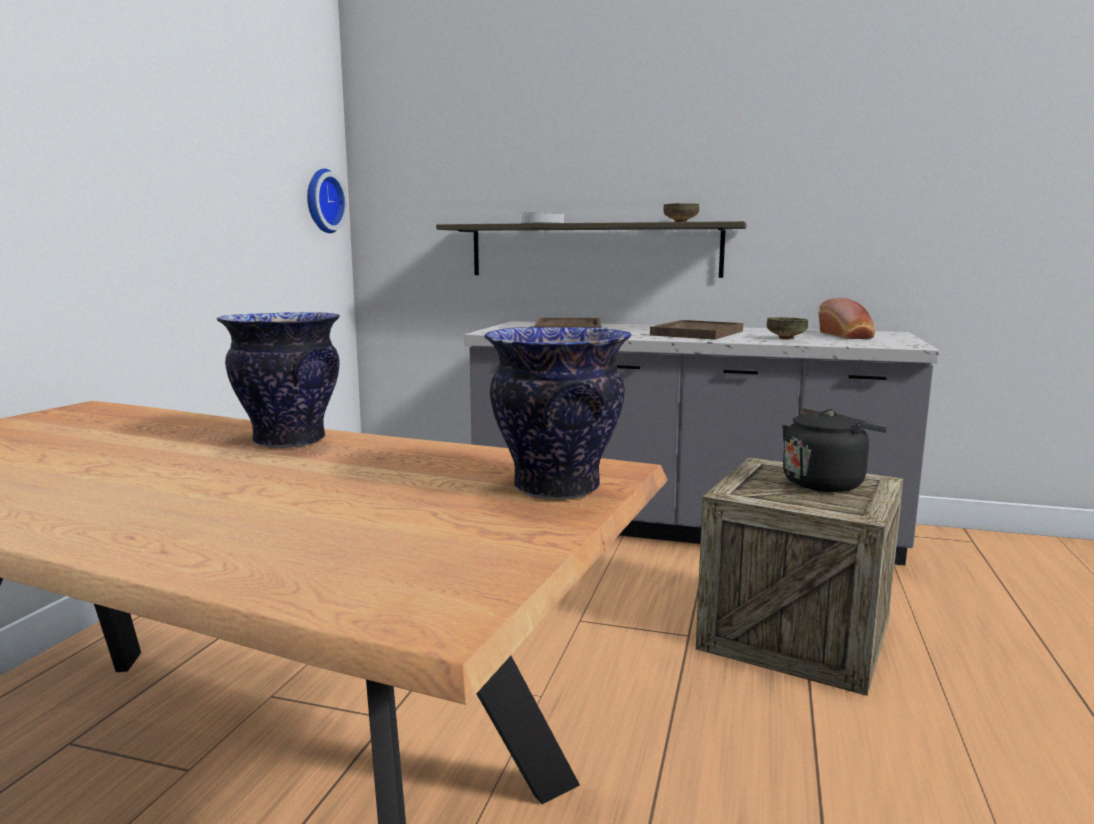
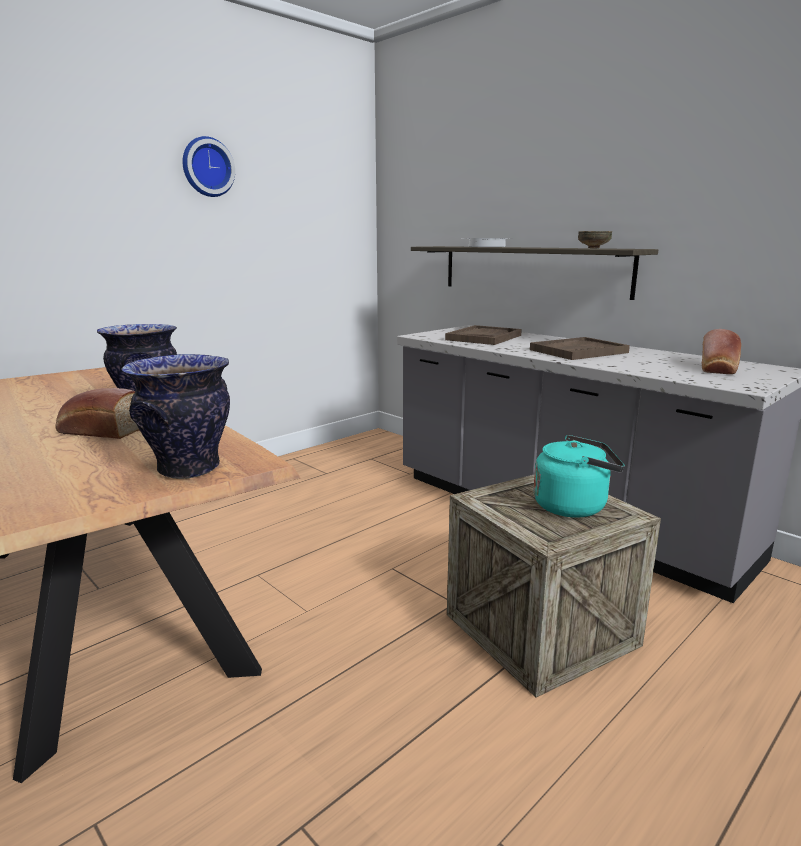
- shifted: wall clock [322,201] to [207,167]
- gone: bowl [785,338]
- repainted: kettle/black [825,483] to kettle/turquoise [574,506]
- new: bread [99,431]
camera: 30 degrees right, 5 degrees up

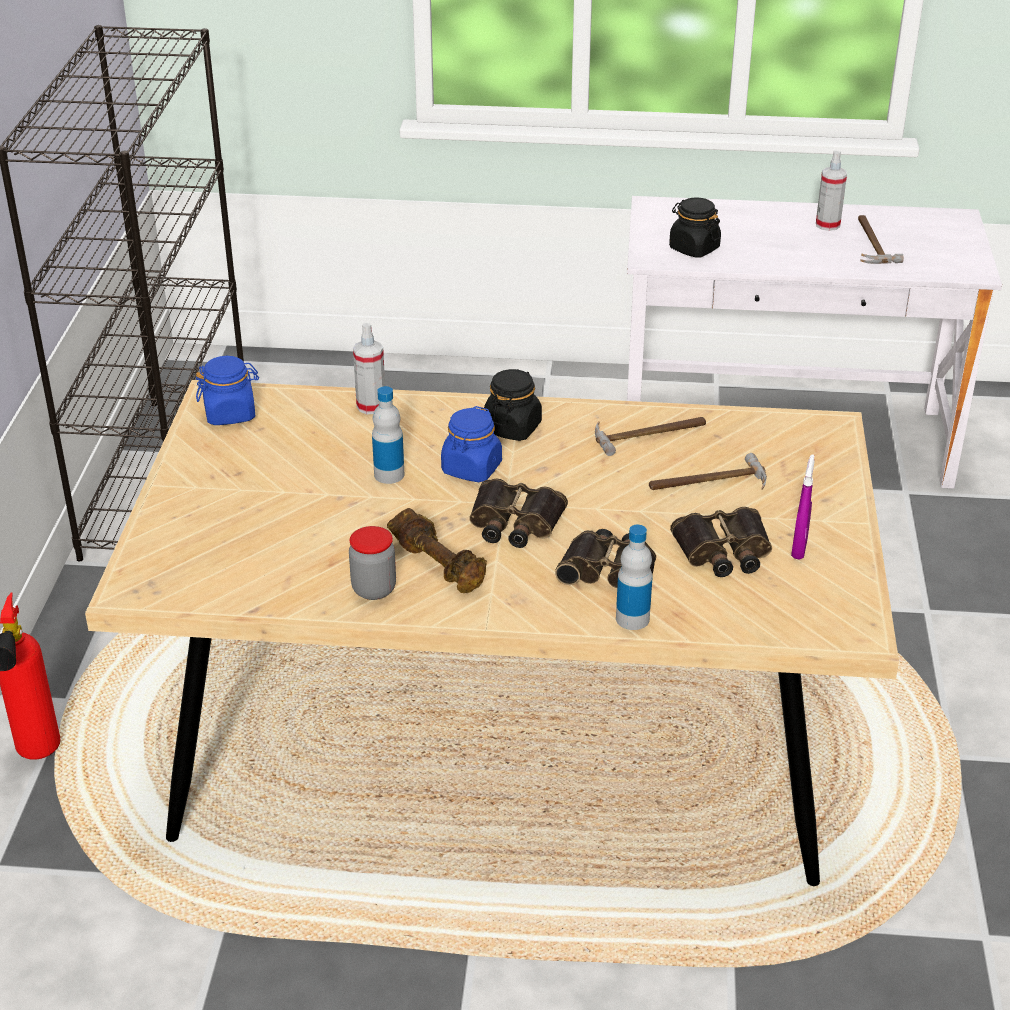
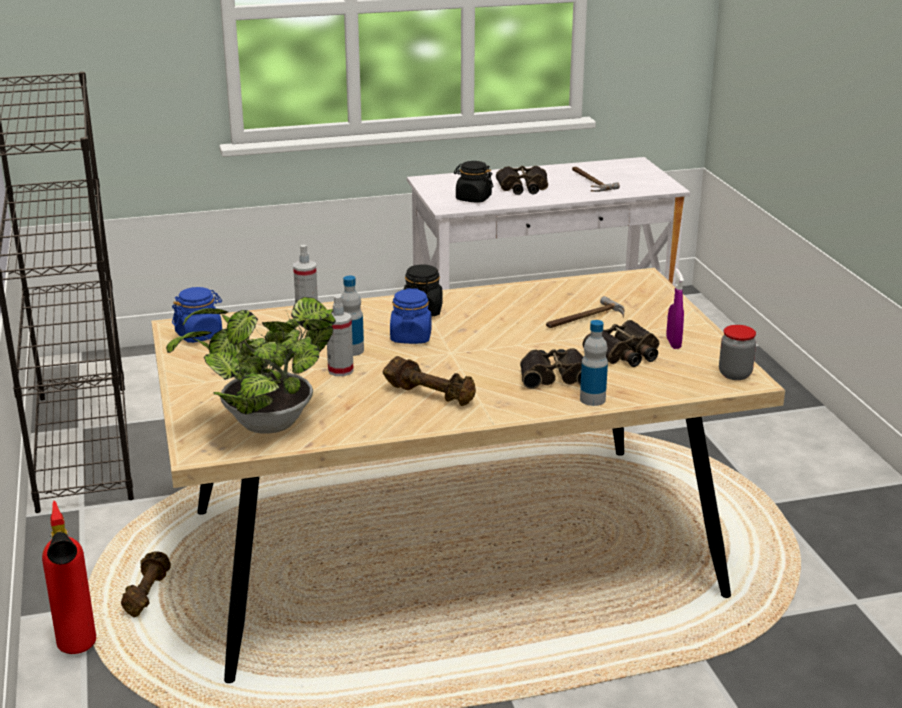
- shifted: spray bottle [827,225] to [340,370]
- gone: hammer [650,434]
- shifted: binoculars [514,523] to [522,187]
- shifted: jar [374,589] to [735,374]
- new: potted plant [262,425]
- new: dumbbell/brown [146,594]
camera: 20 degrees left, 10 degrees down

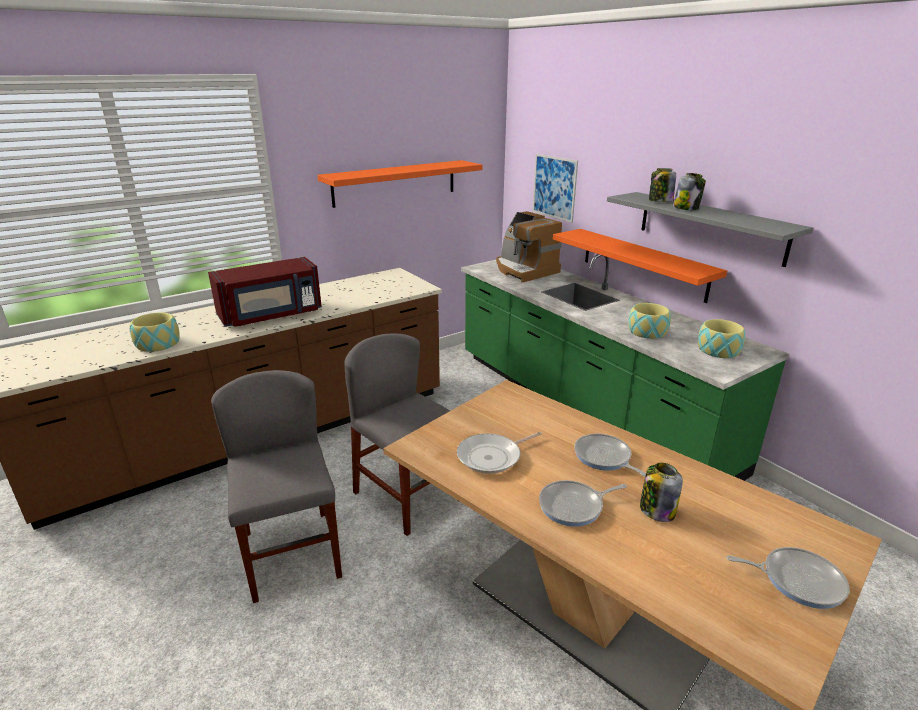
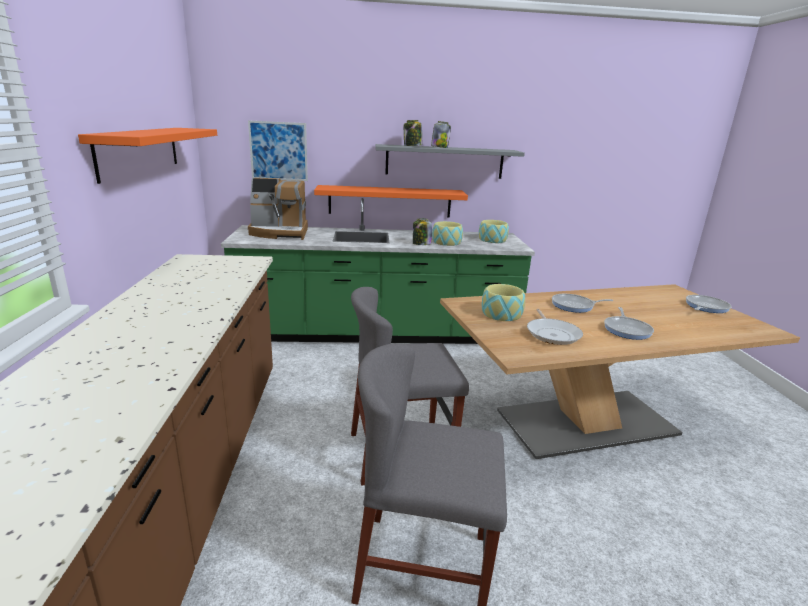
- gone: microwave/red [271,315]
- shifted: bowl [157,343] to [501,314]
- shifted: jar [656,510] to [421,244]
camera: 60 degrees left, 5 degrees down

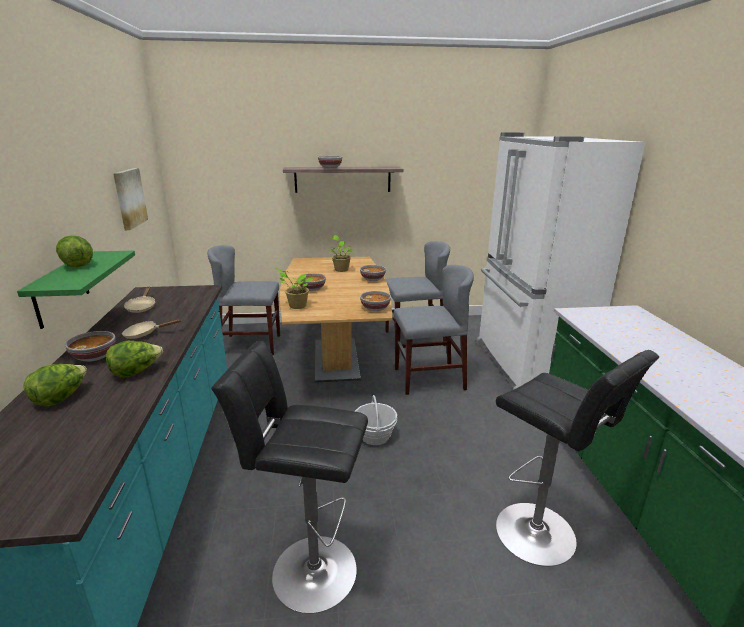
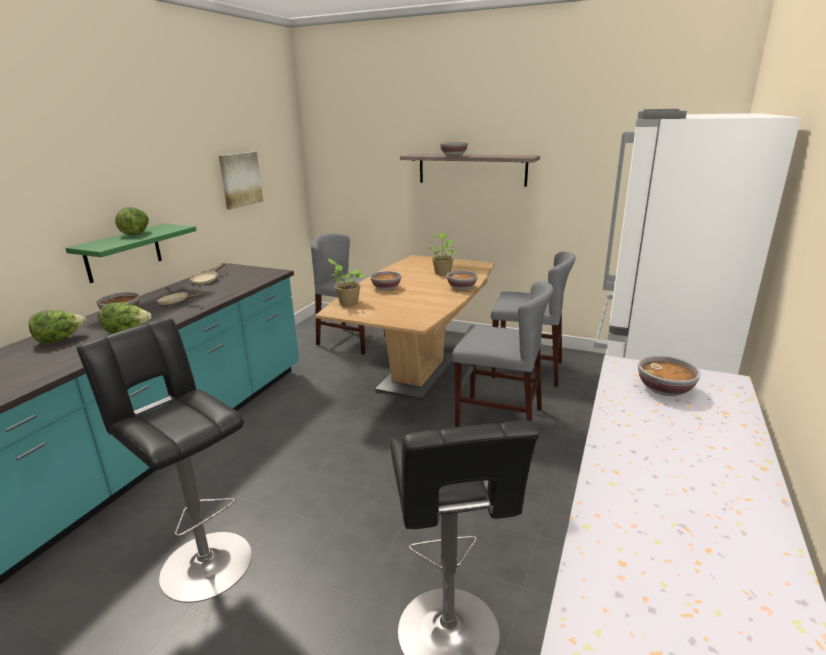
- shifted: bowl [375,308] to [665,389]
- gone: basket [375,436]
camera: 30 degrees right, 0 degrees up

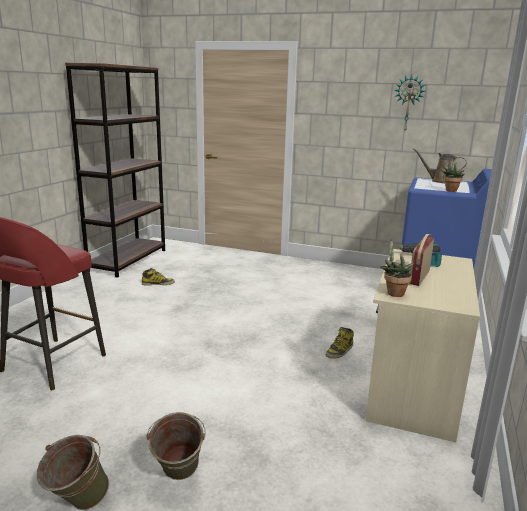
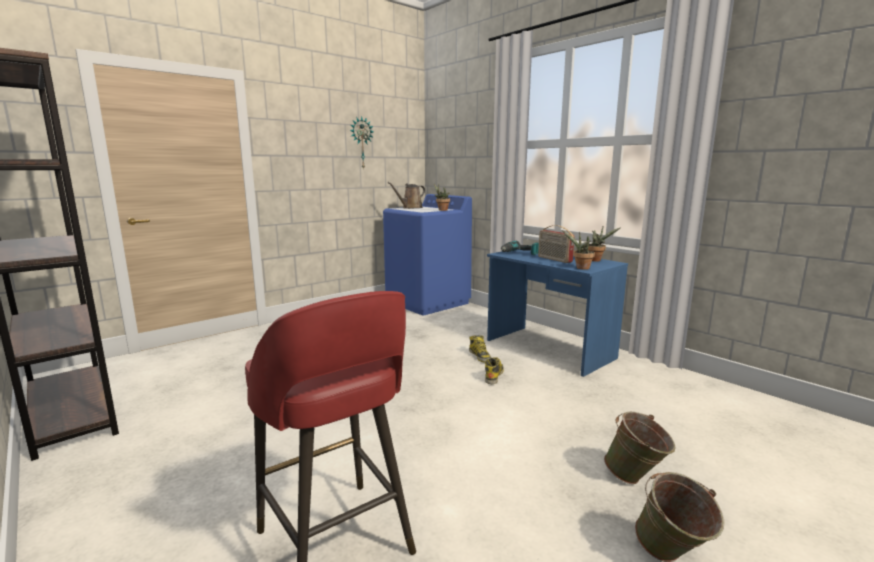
- repainted: desk/beige [412,386] to desk/blue [548,349]
- shifted: boot [158,283] to [494,375]
- new: potted plant [596,260]
camera: 60 degrees left, 5 degrees down

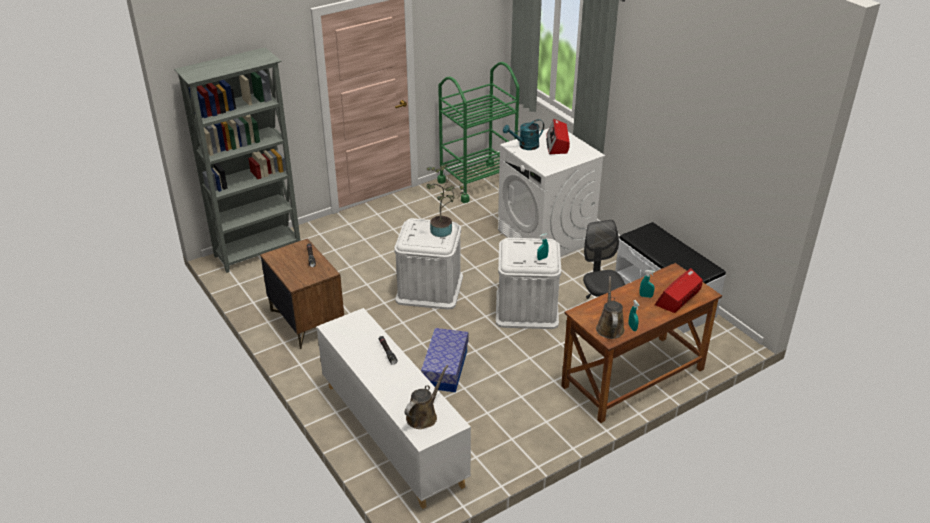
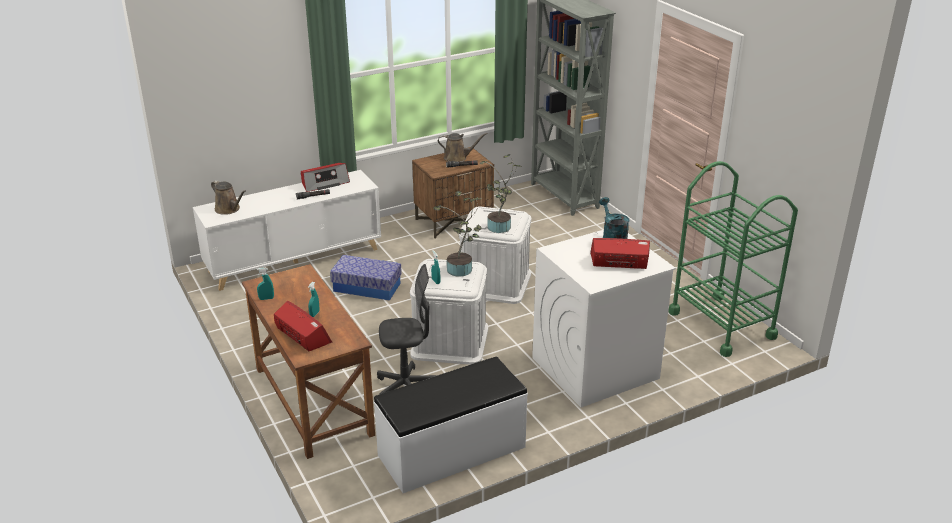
- shifted: watering can/brown [609,327] to [457,158]
- new: radio [324,183]
- new: potted plant [461,271]
camera: 95 degrees right, 5 degrees down

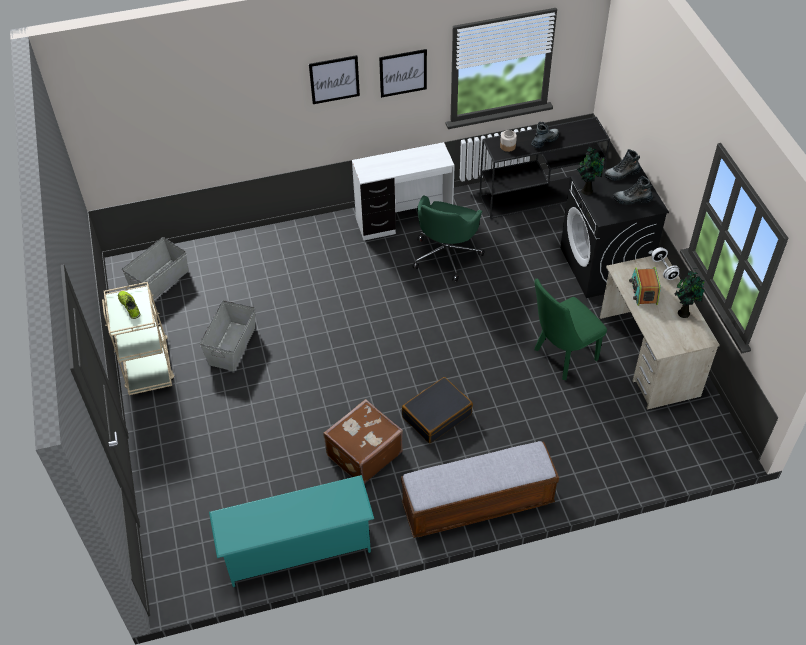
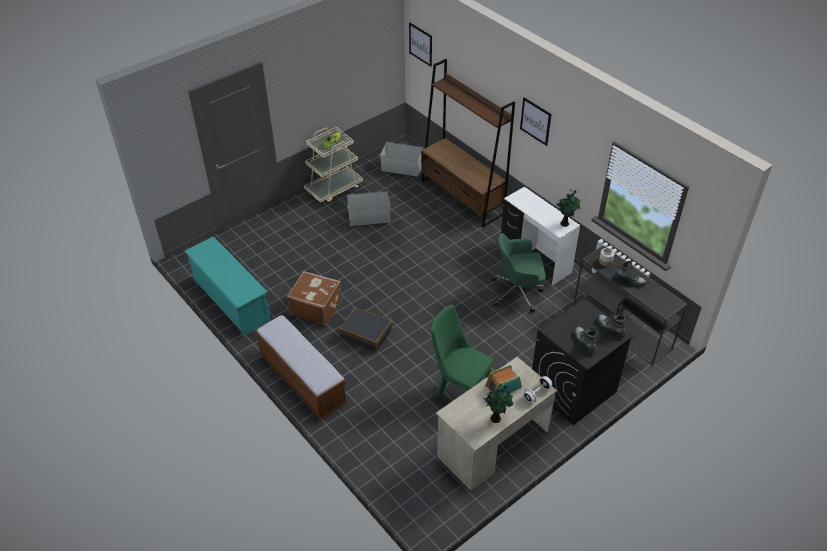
- shifted: picture [403,73] to [420,44]
- shifted: potted plant [586,190] to [565,223]
- new: bookcase/brown [462,197]
camera: 65 degrees right, 5 degrees down

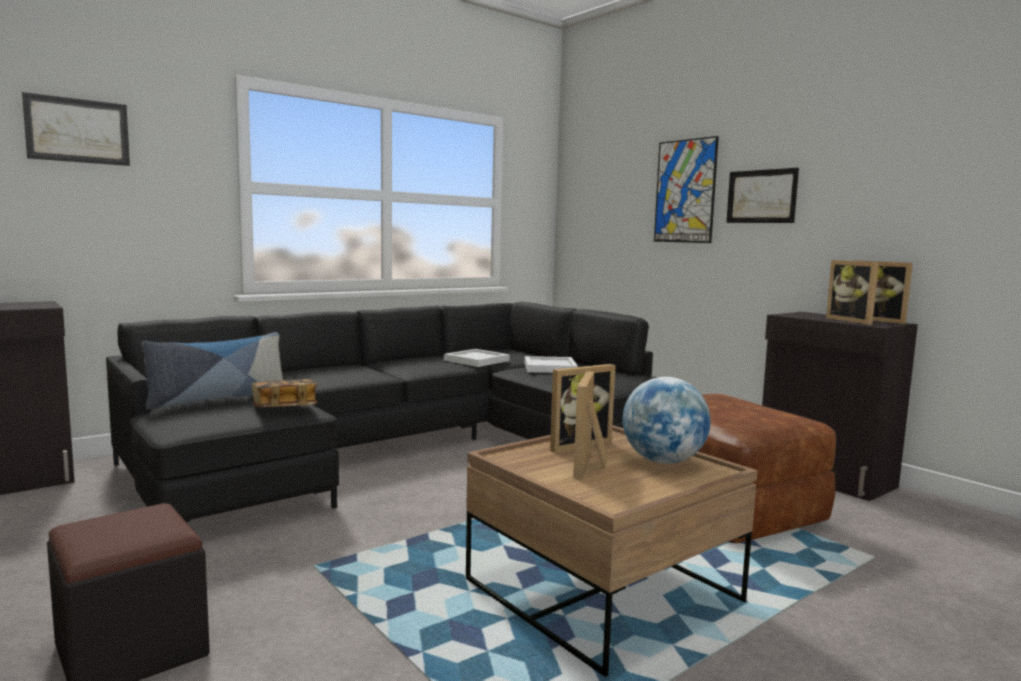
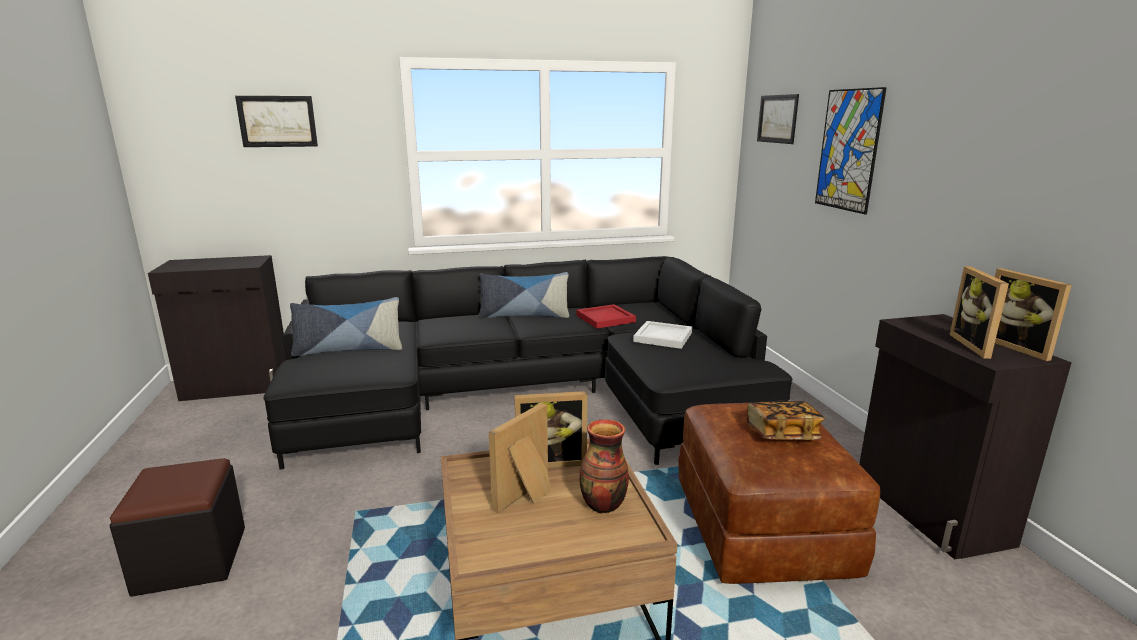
- shifted: picture [761,196] to [777,119]
- repainted: tray/white [476,360] to tray/red [605,318]
- swapped: globe [663,461] to vase [602,505]
- shifted: book [284,408] to [782,434]
- new: pillow [524,315]
camera: 25 degrees right, 10 degrees up

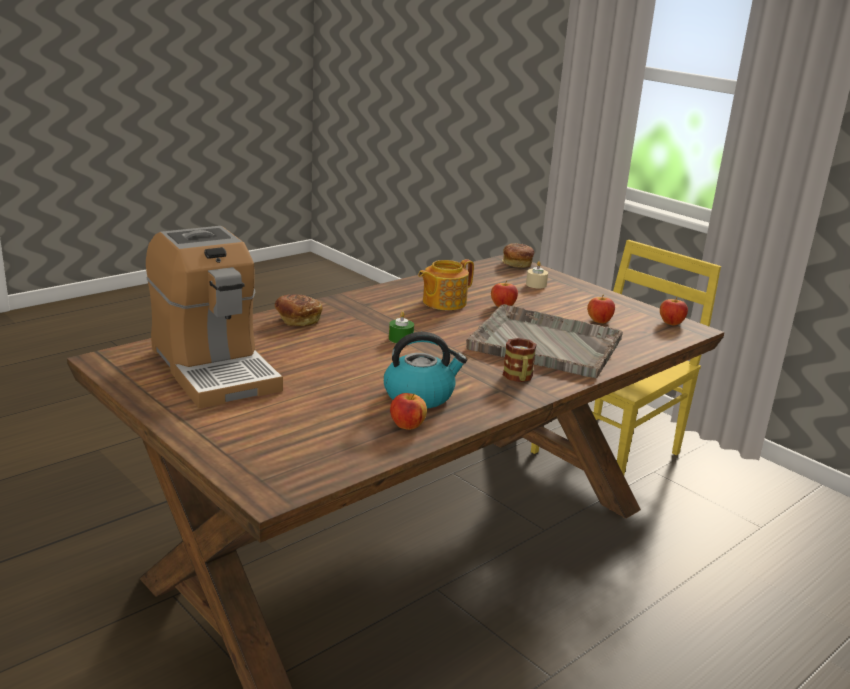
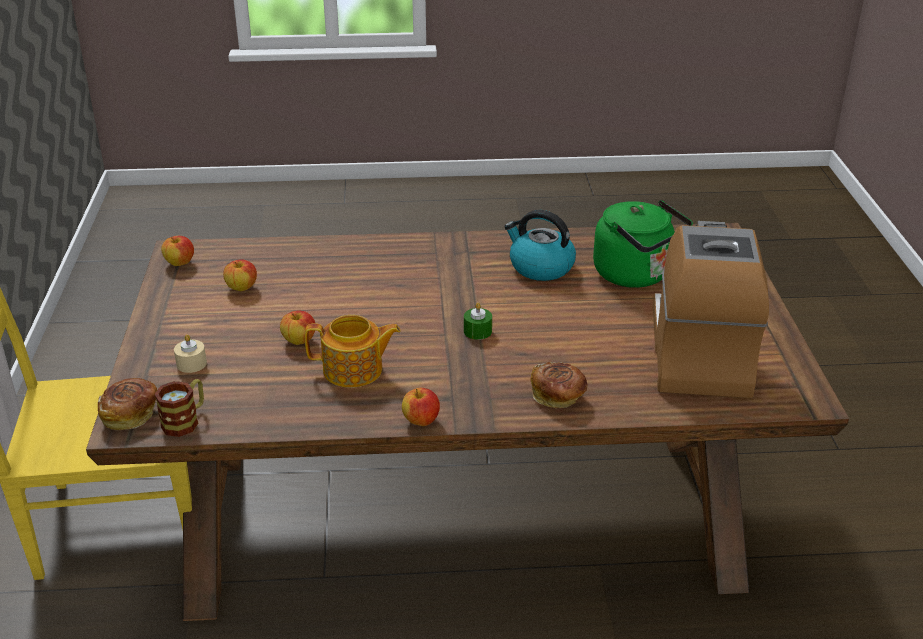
- gone: tray/grey [543,343]
- shifted: mug [518,378] to [185,420]
- shifted: apple [407,425] to [421,421]
- new: kettle/green [636,275]
camera: 140 degrees left, 10 degrees up

